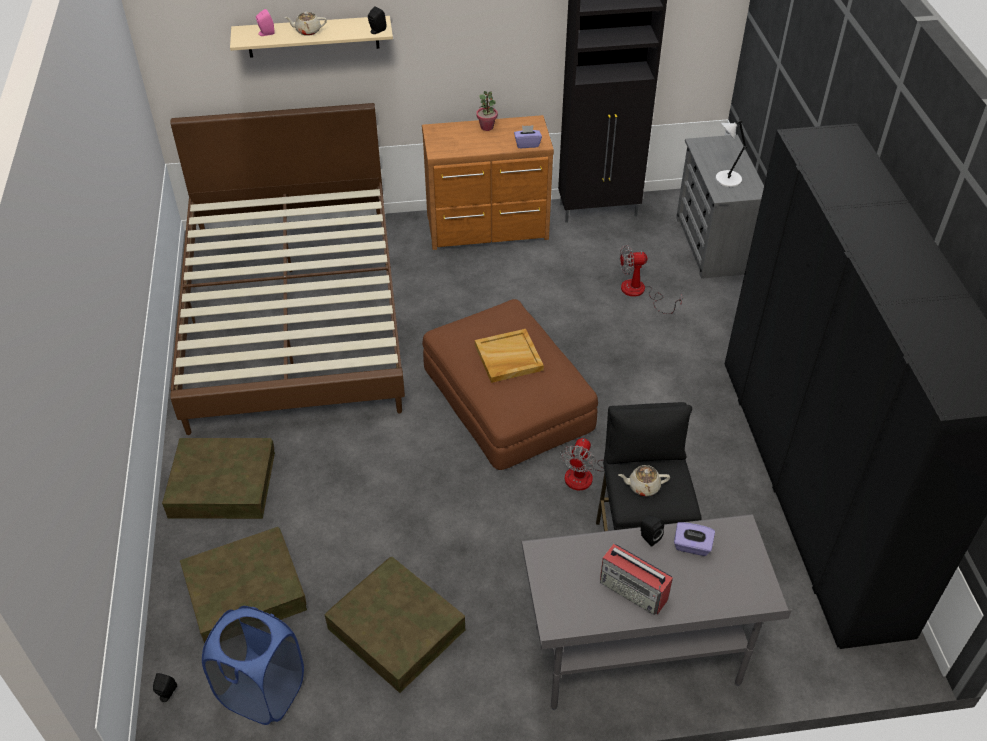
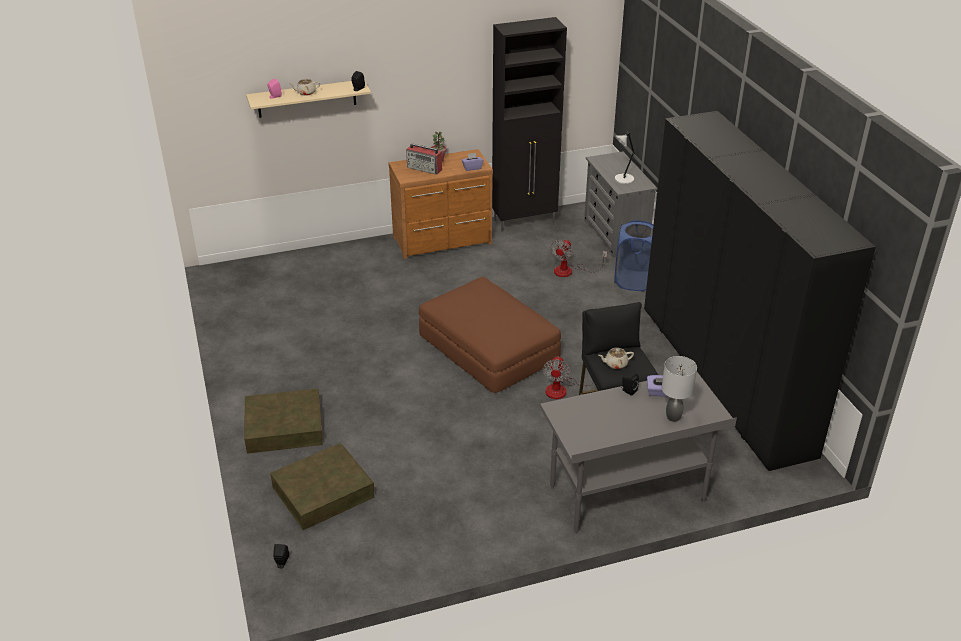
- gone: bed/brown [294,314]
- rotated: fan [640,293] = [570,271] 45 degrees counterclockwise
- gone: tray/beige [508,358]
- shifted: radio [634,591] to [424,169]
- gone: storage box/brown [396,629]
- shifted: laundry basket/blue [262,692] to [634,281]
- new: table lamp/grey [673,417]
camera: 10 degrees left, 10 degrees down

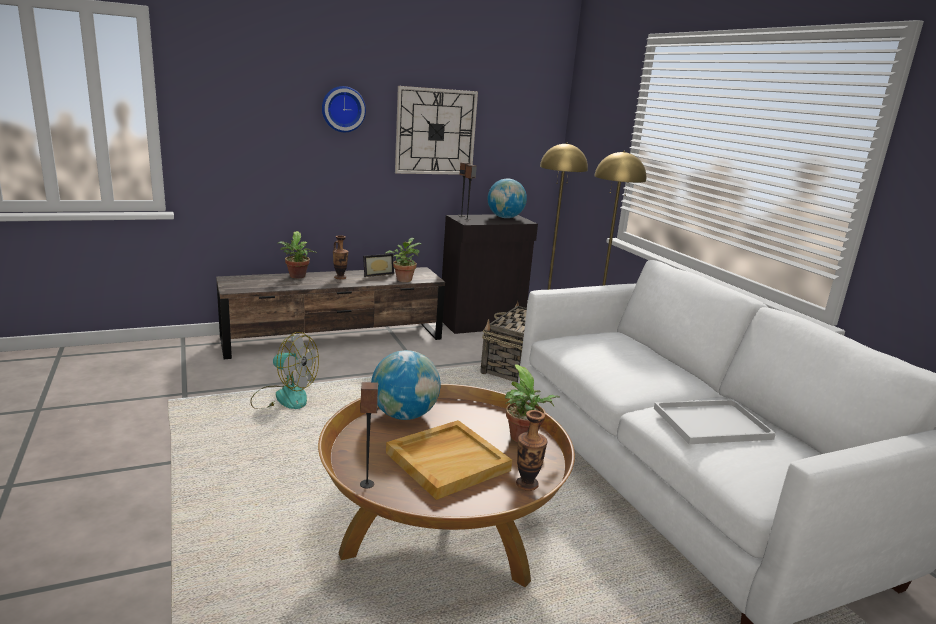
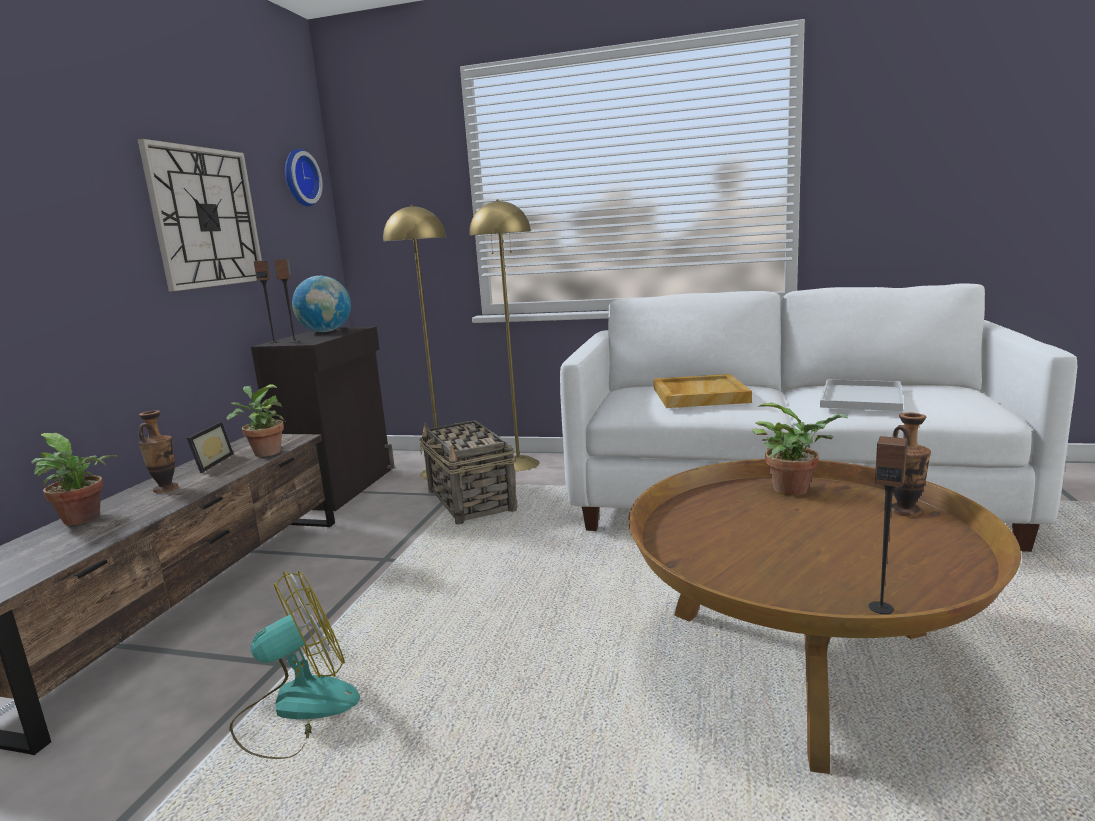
- shifted: wall clock [343,109] to [299,178]
- gone: globe [404,415]
- shifted: tray/beige [448,461] to [699,395]
camera: 50 degrees left, 5 degrees down

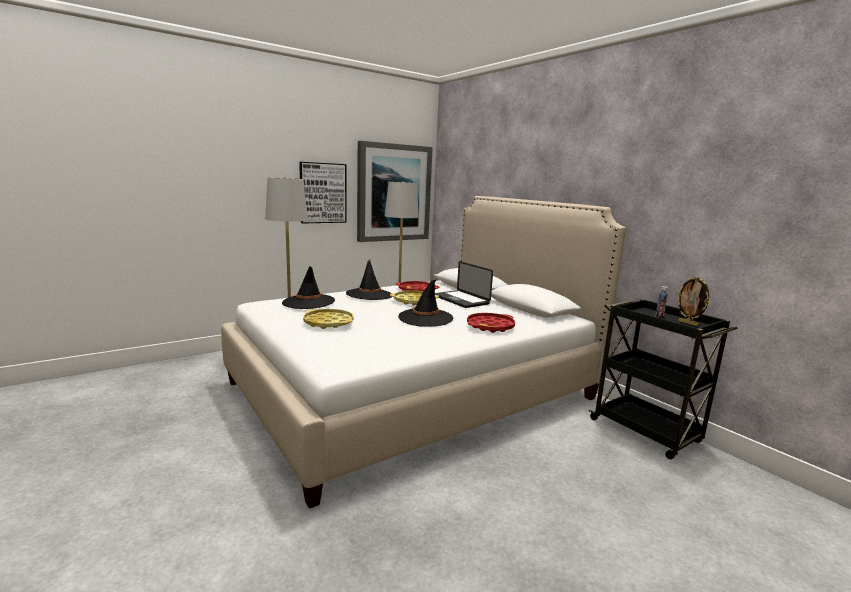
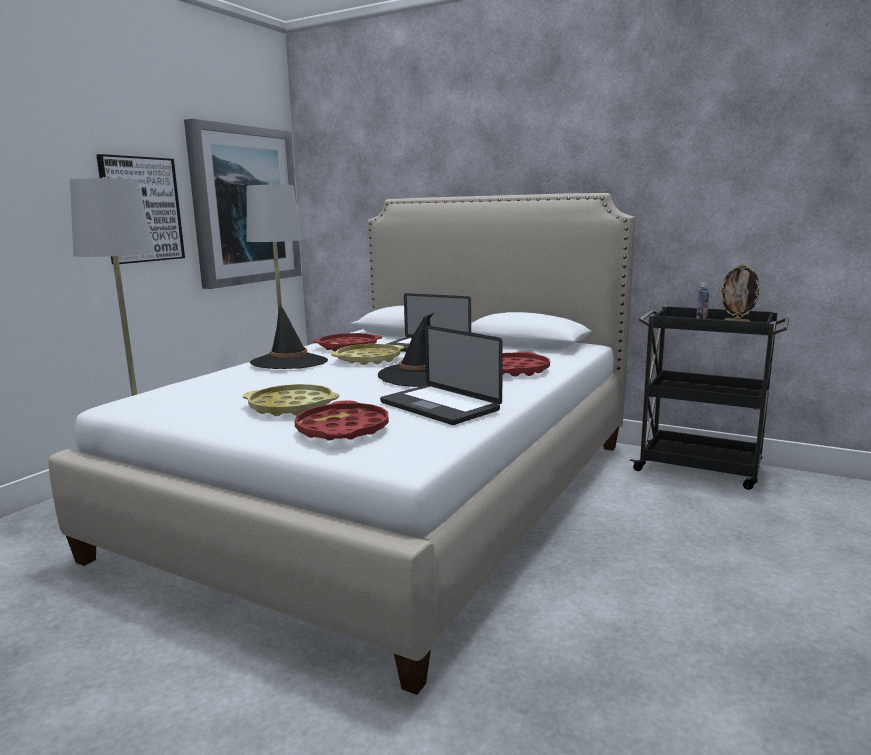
- gone: hat/black [308,302]
- new: laptop [439,406]
- new: tray/red [342,430]
camera: 25 degrees left, 0 degrees up

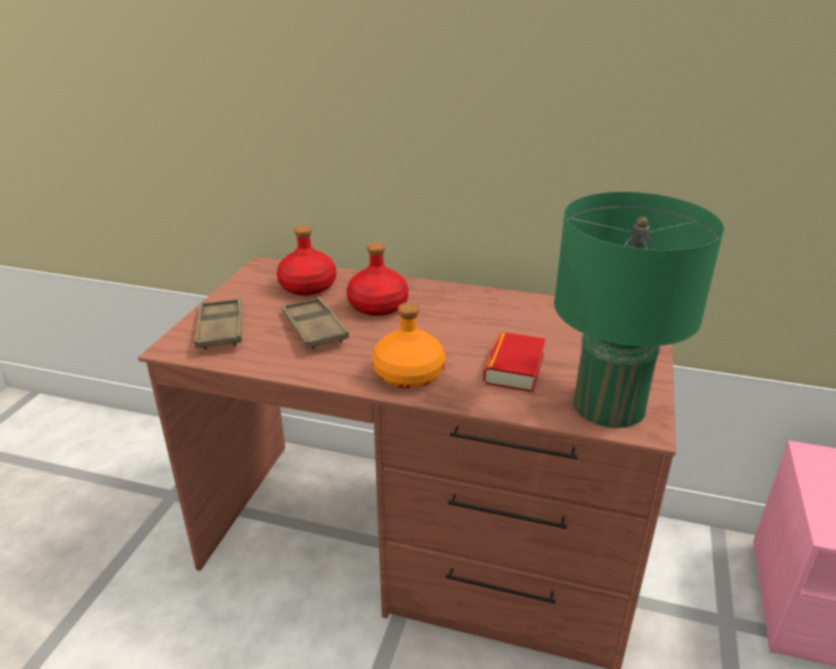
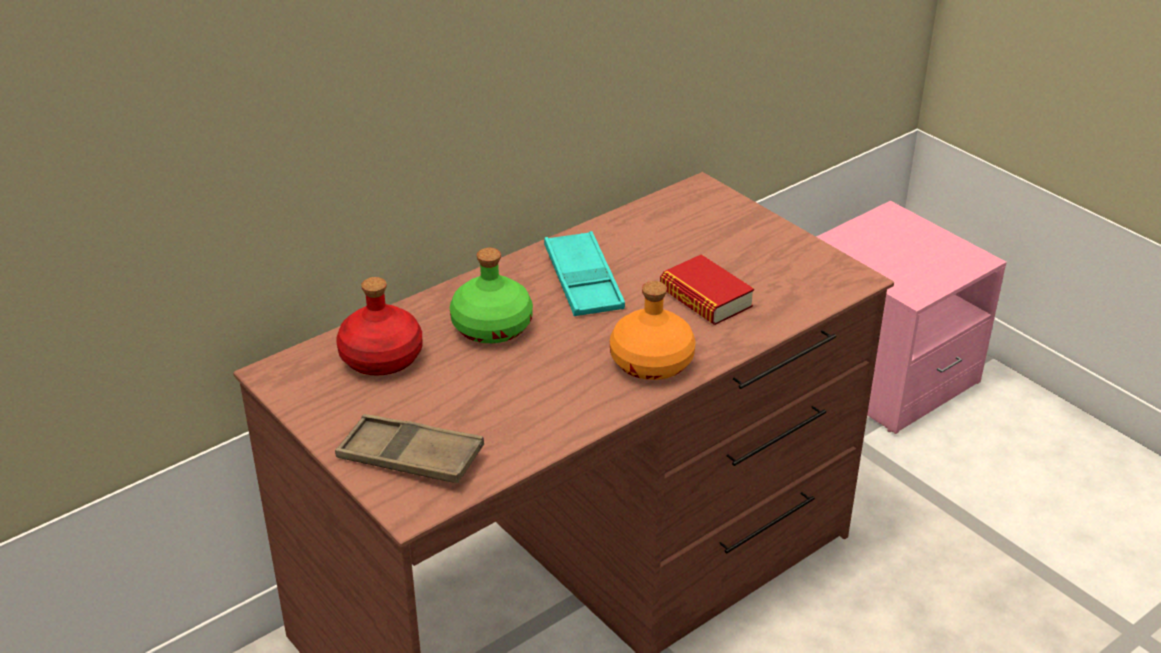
- gone: table lamp/green [609,406]
- repainted: bottle/red [378,306] to bottle/green [493,327]
- gone: tray/brown [314,329]
- new: tray/turquoise [583,281]
camera: 55 degrees left, 5 degrees up

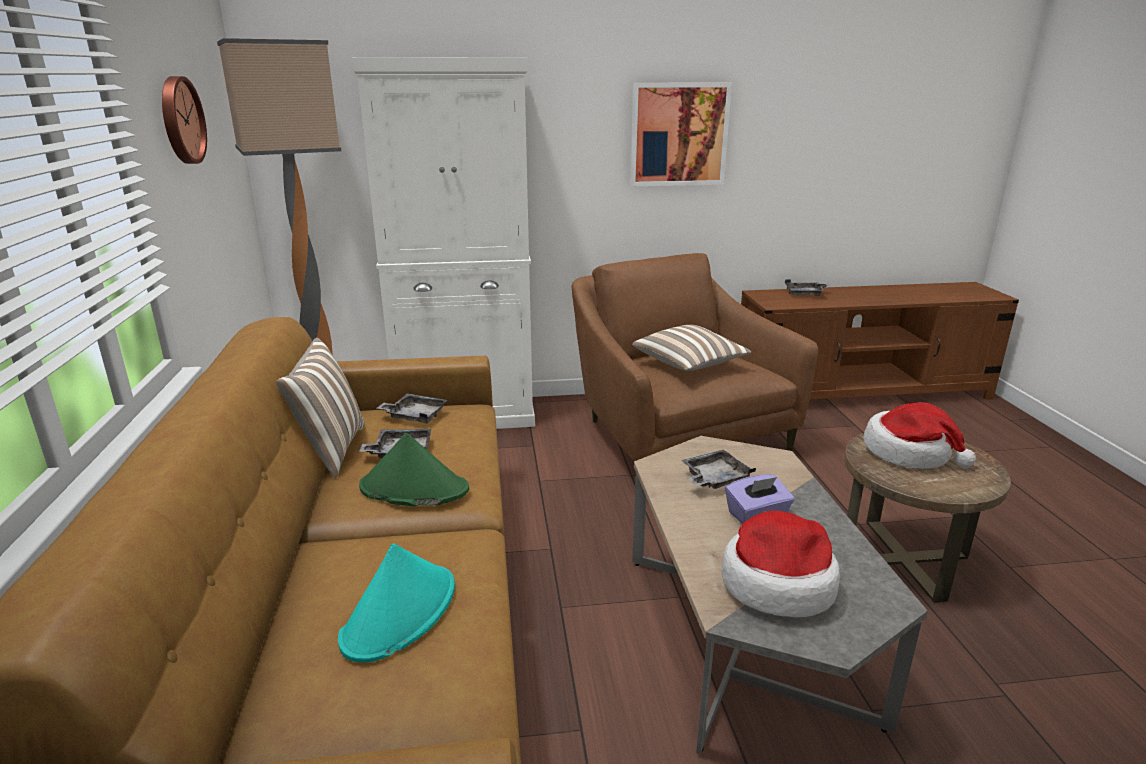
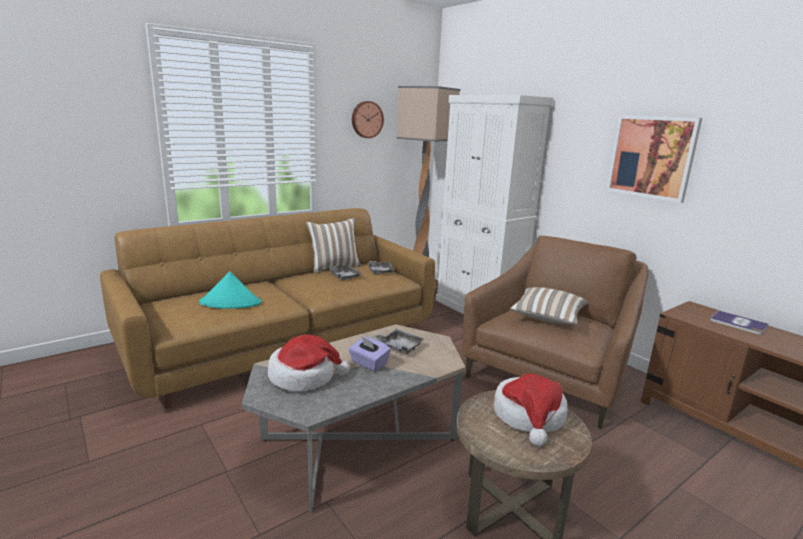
- swapped: tray/grey [805,294] to book [738,323]
- gone: hat/green [413,488]
camera: 60 degrees right, 5 degrees down

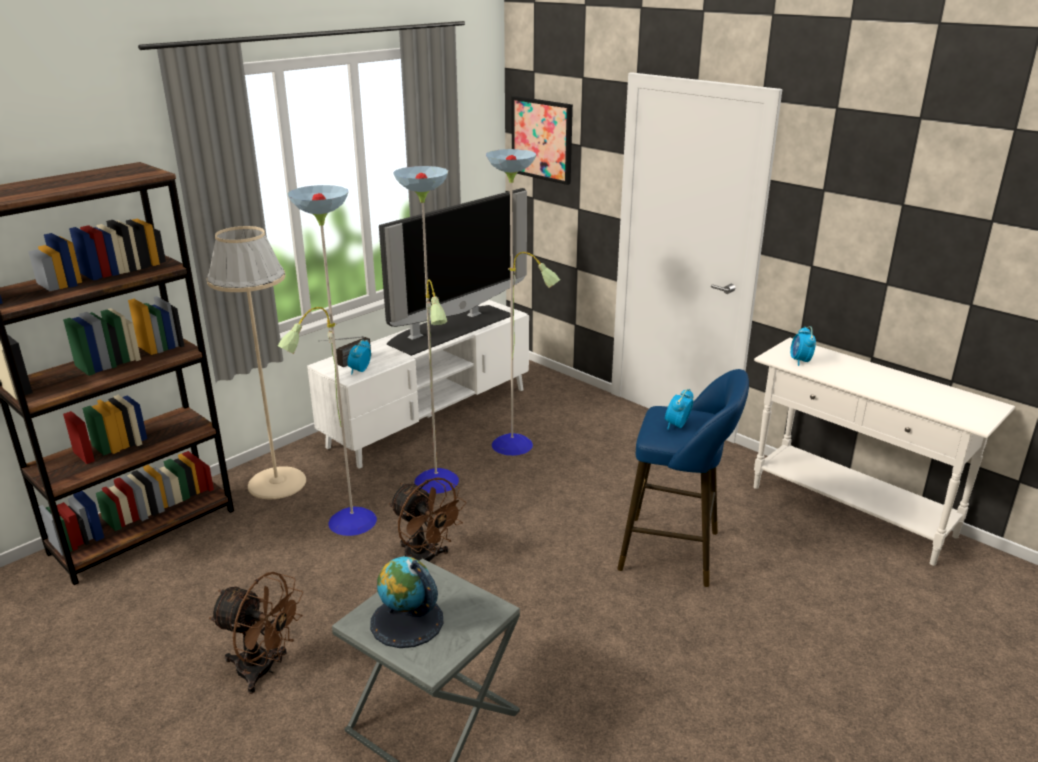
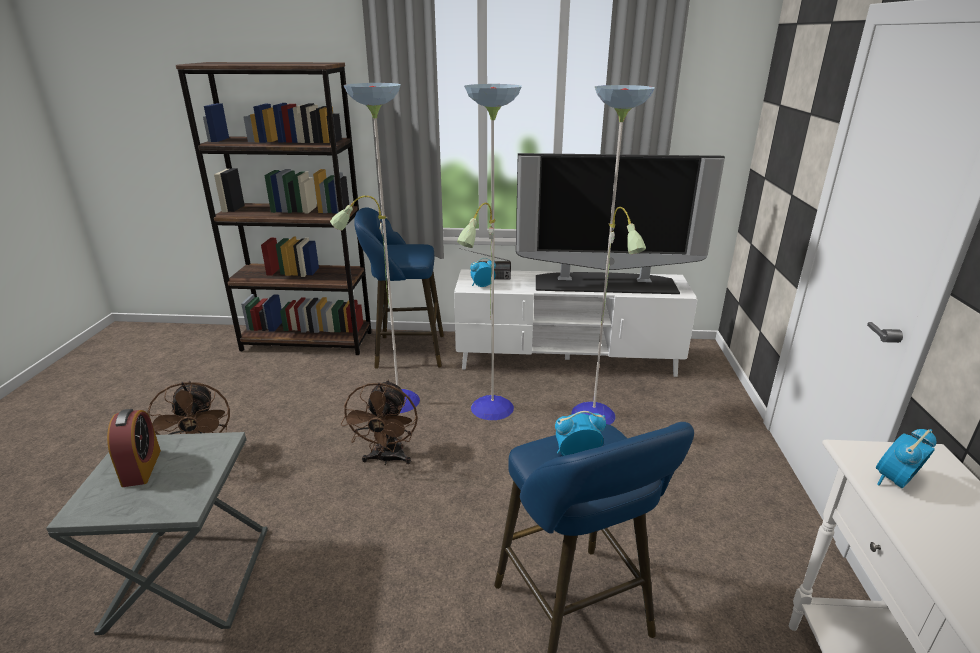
- gone: picture [542,139]
- swapped: floor lamp/beige [276,483] to stool/blue [405,351]
- swapped: globe [406,622] to alarm clock [141,467]
camera: 50 degrees right, 0 degrees up

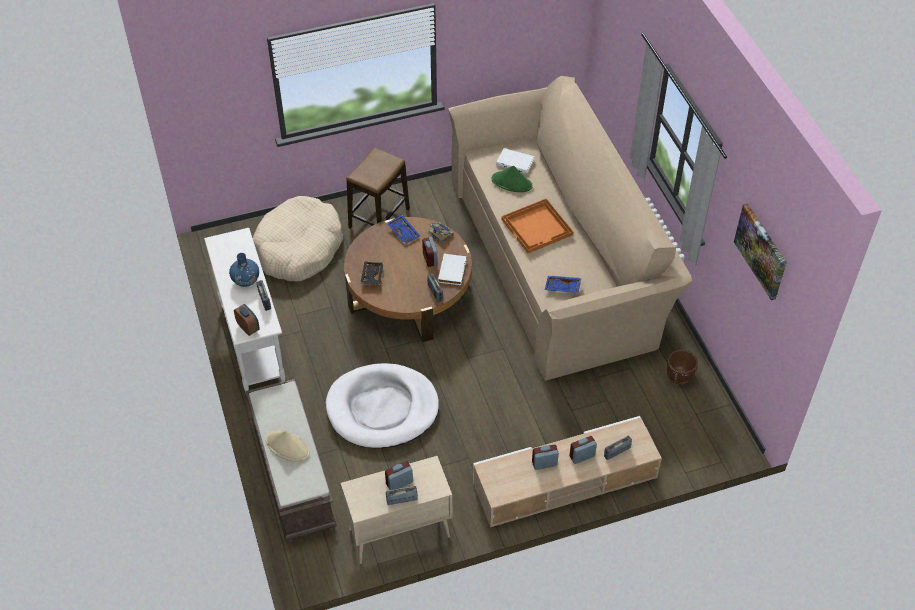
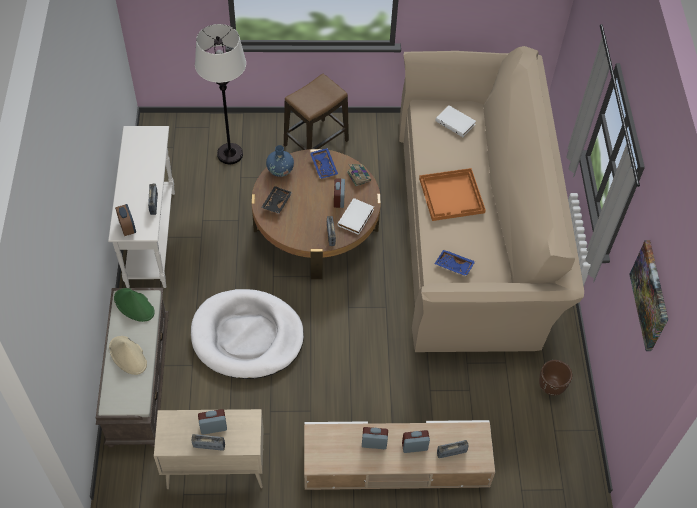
- shifted: hat/green [512,182] to [134,305]
- swapped: dog bed/beige [299,248] to floor lamp/white [230,154]
- shifted: vase/blue [246,280] to [280,170]
camera: 15 degrees right, 5 degrees up

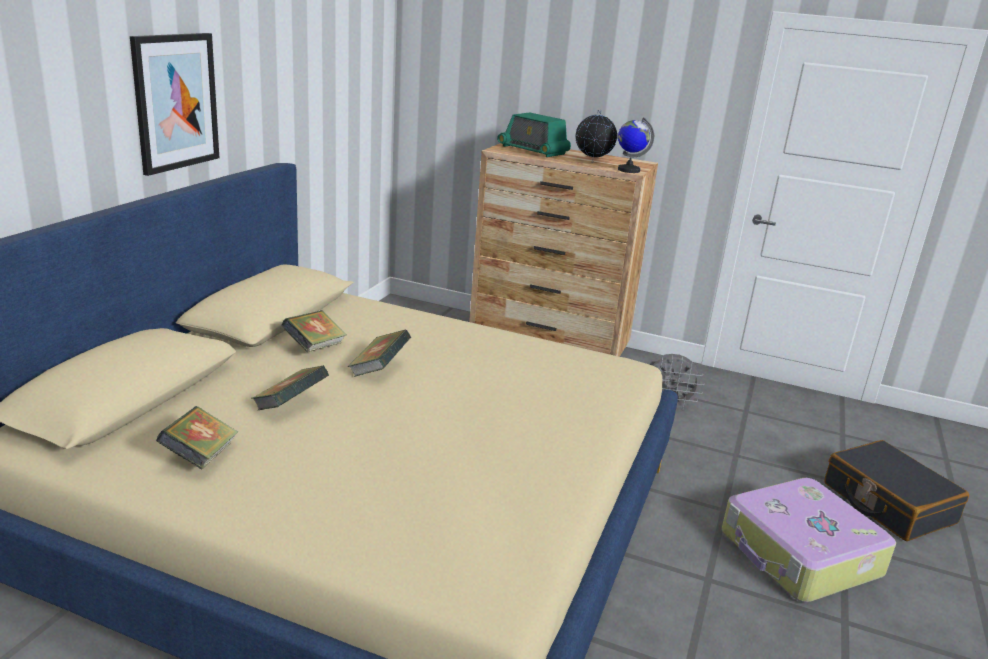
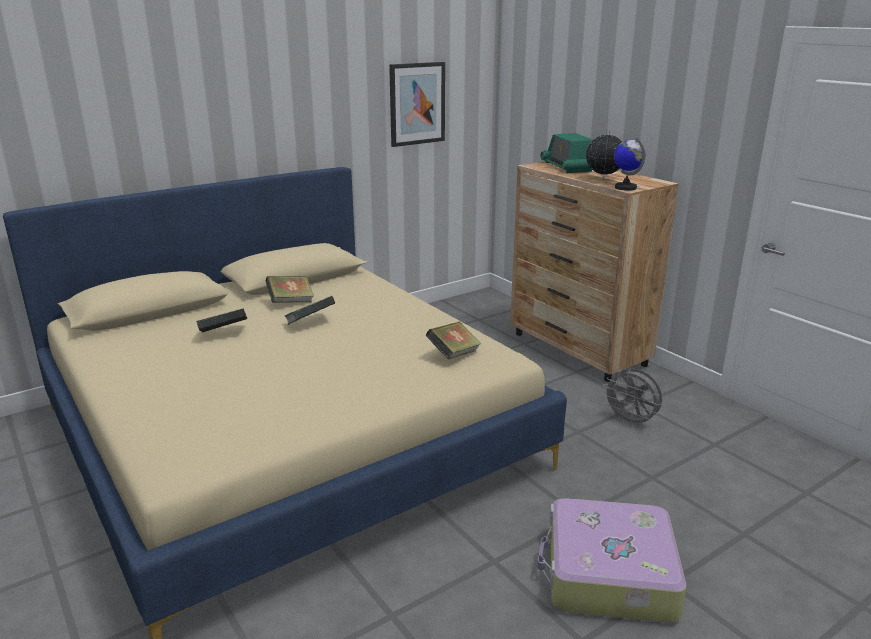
- shifted: picture [175,102] to [417,104]
- shifted: book [200,457] to [453,355]
- gone: suitcase/black [887,503]
camera: 35 degrees right, 0 degrees up

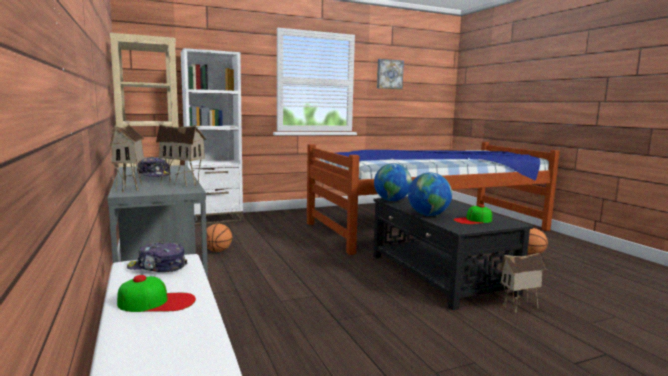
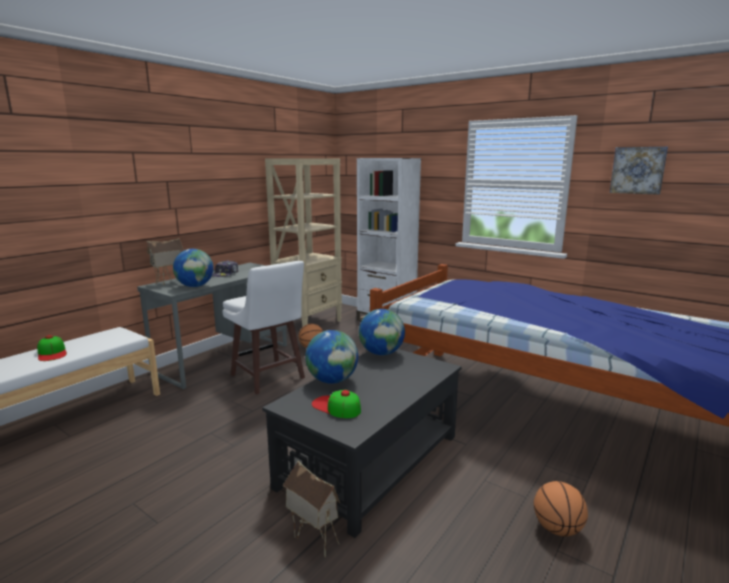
- swapped: toy house [182,184] to globe [195,286]
- gone: cap [157,267]
- new: stool/white [268,377]
camera: 60 degrees right, 5 degrees up

